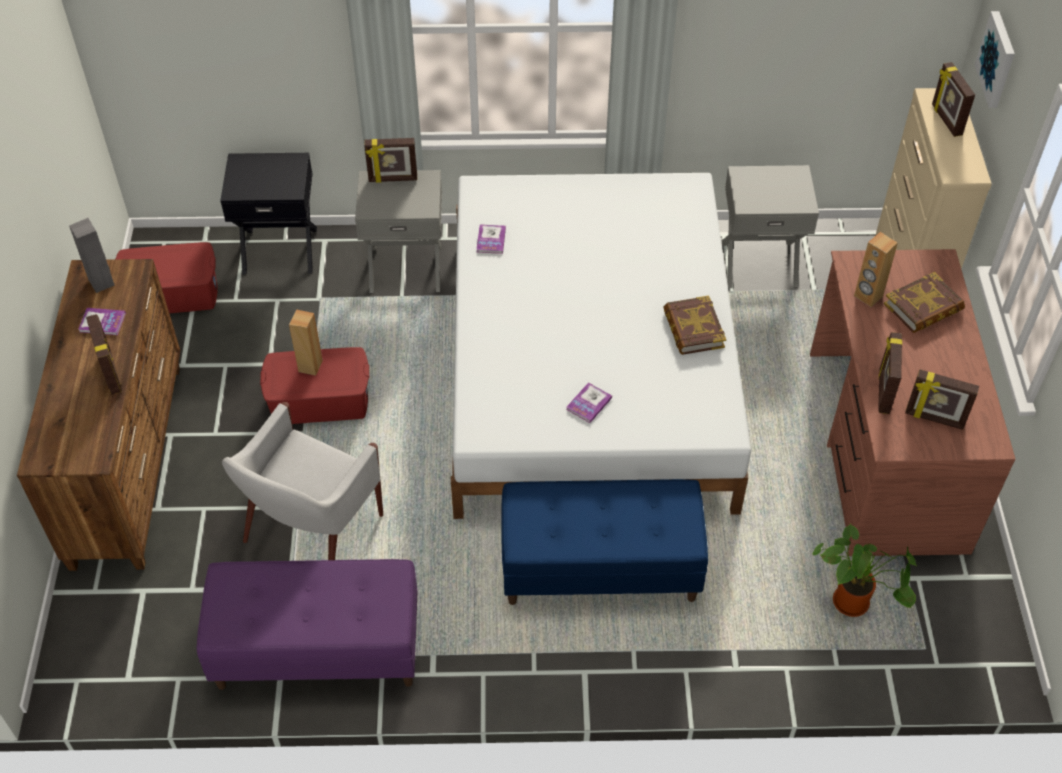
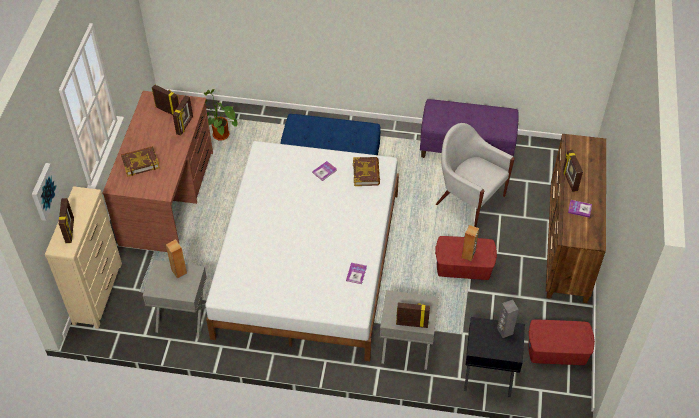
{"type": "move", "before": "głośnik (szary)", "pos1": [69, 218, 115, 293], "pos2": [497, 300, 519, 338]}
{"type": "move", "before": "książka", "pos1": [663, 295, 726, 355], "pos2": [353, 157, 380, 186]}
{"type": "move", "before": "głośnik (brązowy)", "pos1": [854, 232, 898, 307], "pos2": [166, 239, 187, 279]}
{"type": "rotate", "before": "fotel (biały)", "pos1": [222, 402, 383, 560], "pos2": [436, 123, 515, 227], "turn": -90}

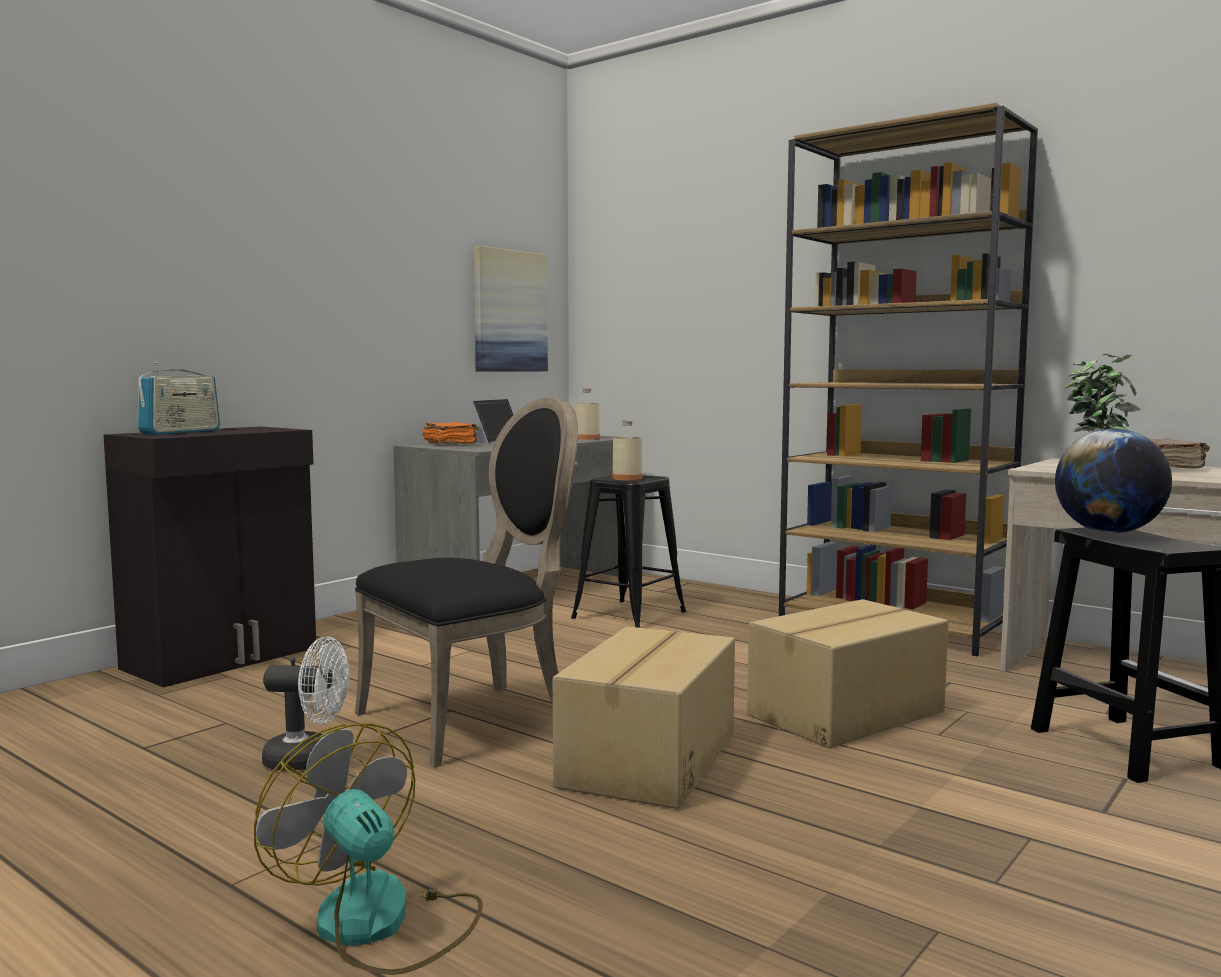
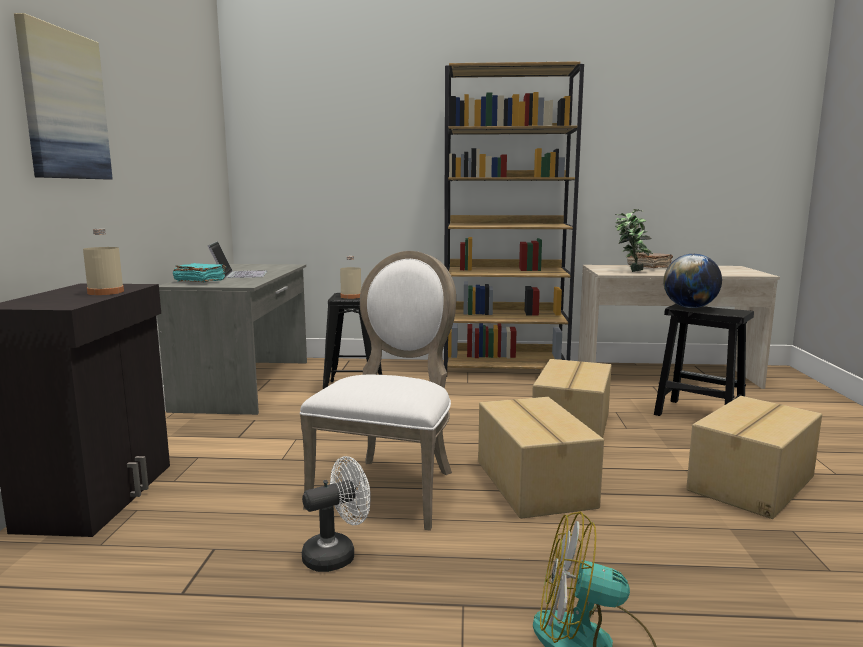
{"type": "delete", "before": "radio", "pos1": [138, 362, 220, 434]}
{"type": "insert", "after": "karton", "pos2": [686, 396, 822, 519]}
{"type": "move", "before": "obraz", "pos1": [474, 246, 548, 372], "pos2": [14, 13, 113, 179]}
{"type": "move", "before": "butelka (beżowy)", "pos1": [574, 388, 600, 440], "pos2": [83, 229, 124, 295]}
{"type": "recolor", "before": "krzesło (czarny)", "after": "krzesło (biały)", "pos1": [355, 397, 578, 768], "pos2": [300, 251, 456, 531]}
{"type": "recolor", "before": "książka (pomarańczowy)", "after": "książka (turkusowy)", "pos1": [423, 422, 479, 444], "pos2": [173, 263, 226, 282]}

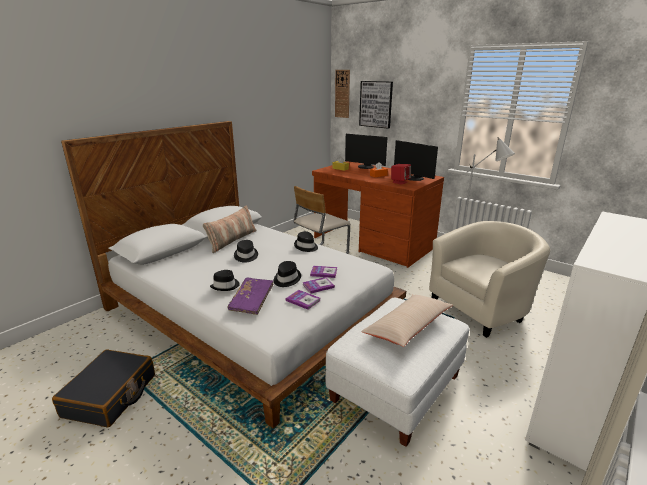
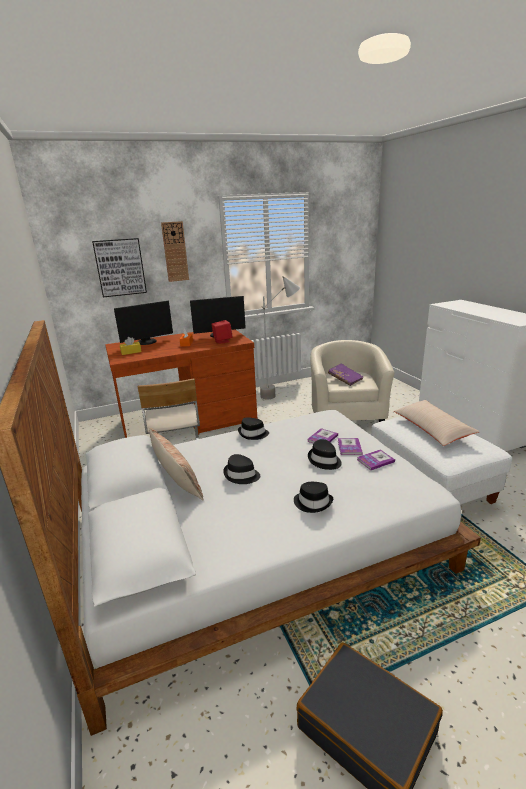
{"type": "move", "before": "książka (fioletowy)", "pos1": [228, 278, 274, 315], "pos2": [328, 363, 364, 386]}
{"type": "move", "before": "zegar ścienny", "pos1": [335, 70, 350, 118], "pos2": [161, 221, 189, 282]}

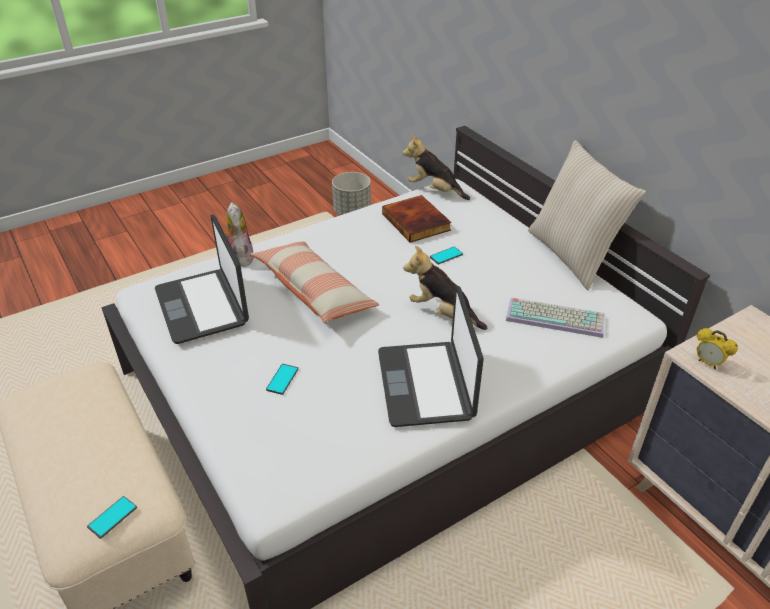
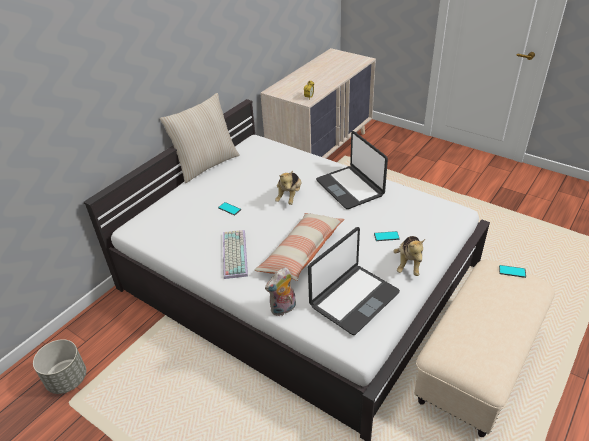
{"type": "delete", "before": "książka", "pos1": [382, 195, 451, 243]}
{"type": "move", "before": "pluszak", "pos1": [403, 134, 470, 200], "pos2": [393, 236, 425, 276]}
{"type": "move", "before": "klawiatura", "pos1": [506, 298, 605, 338], "pos2": [223, 230, 248, 279]}
{"type": "rotate", "before": "laptop", "pos1": [378, 285, 484, 427], "pos2": [316, 131, 388, 209], "turn": 90}

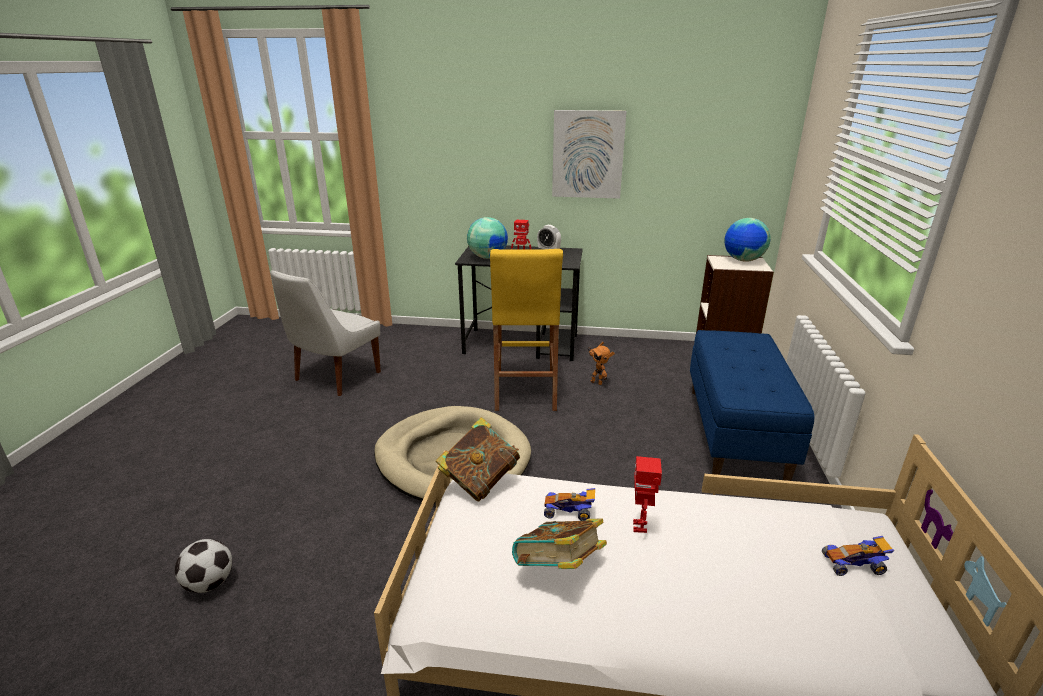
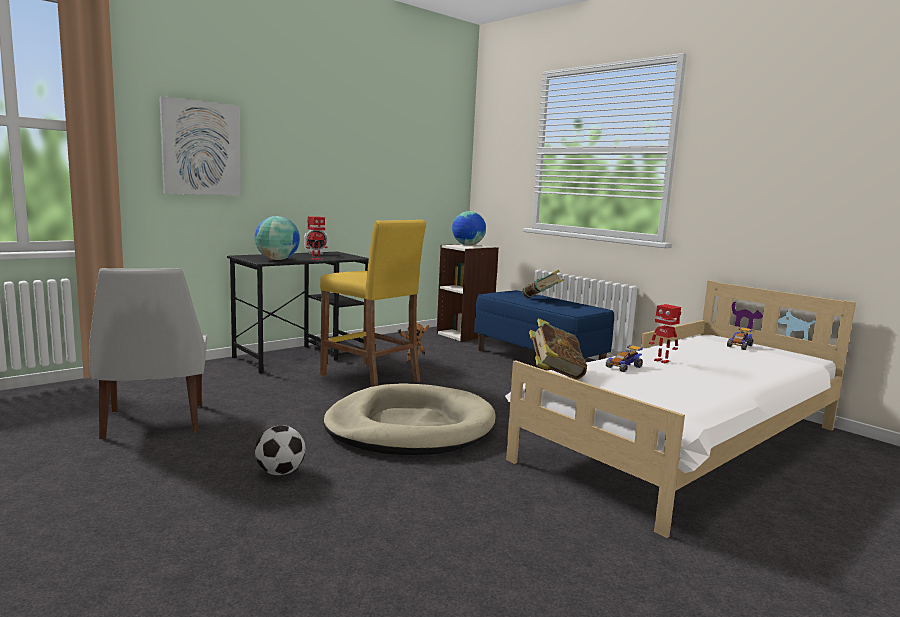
{"type": "move", "before": "piłka futbolowa", "pos1": [175, 539, 232, 593], "pos2": [255, 425, 306, 475]}
{"type": "move", "before": "książka", "pos1": [512, 518, 607, 569], "pos2": [522, 270, 564, 298]}
{"type": "move", "before": "obraz", "pos1": [552, 110, 627, 199], "pos2": [159, 96, 241, 196]}

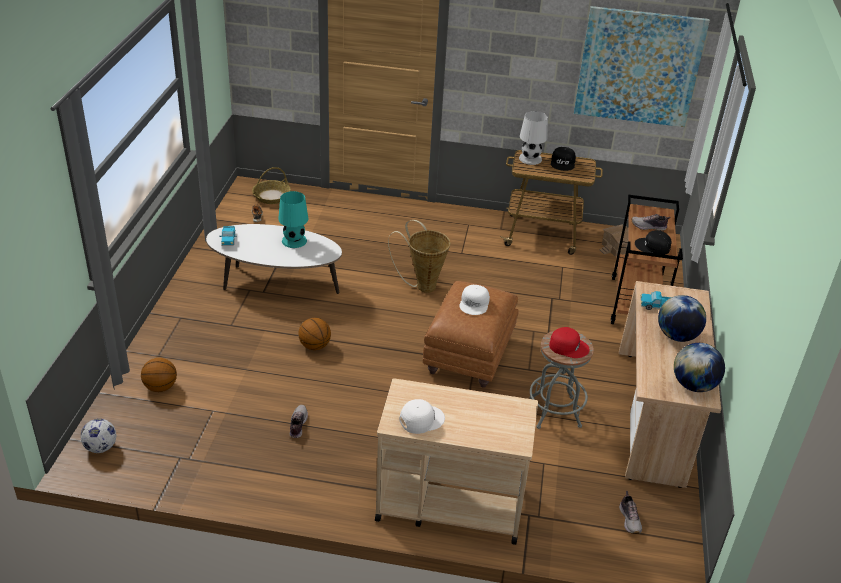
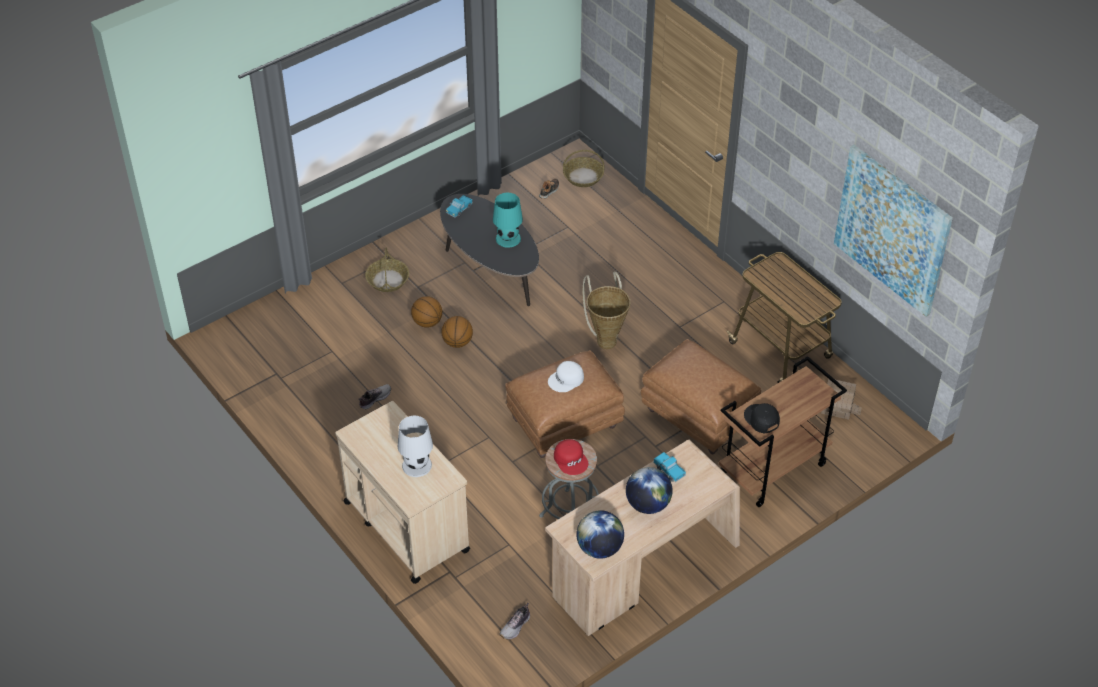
{"type": "delete", "before": "piłka futbolowa", "pos1": [81, 419, 116, 453]}
{"type": "delete", "before": "czapka z daszkiem (biały)", "pos1": [400, 399, 445, 434]}
{"type": "delete", "before": "czapka z daszkiem (czarny)", "pos1": [551, 147, 576, 171]}
{"type": "delete", "before": "but", "pos1": [632, 214, 671, 231]}
{"type": "insert", "after": "koszyk", "pos2": [365, 248, 409, 292]}
{"type": "insert", "after": "pufa (brązowy)", "pos2": [641, 339, 761, 454]}
{"type": "move", "before": "piłka do koszykówki", "pos1": [141, 358, 177, 392], "pos2": [411, 296, 442, 328]}
{"type": "move", "before": "lampa stołowa (biały)", "pos1": [519, 111, 548, 165], "pos2": [398, 416, 433, 477]}
{"type": "recolor", "before": "ława (biały)", "after": "ława (czarny)", "pos1": [206, 224, 342, 294], "pos2": [440, 194, 539, 306]}

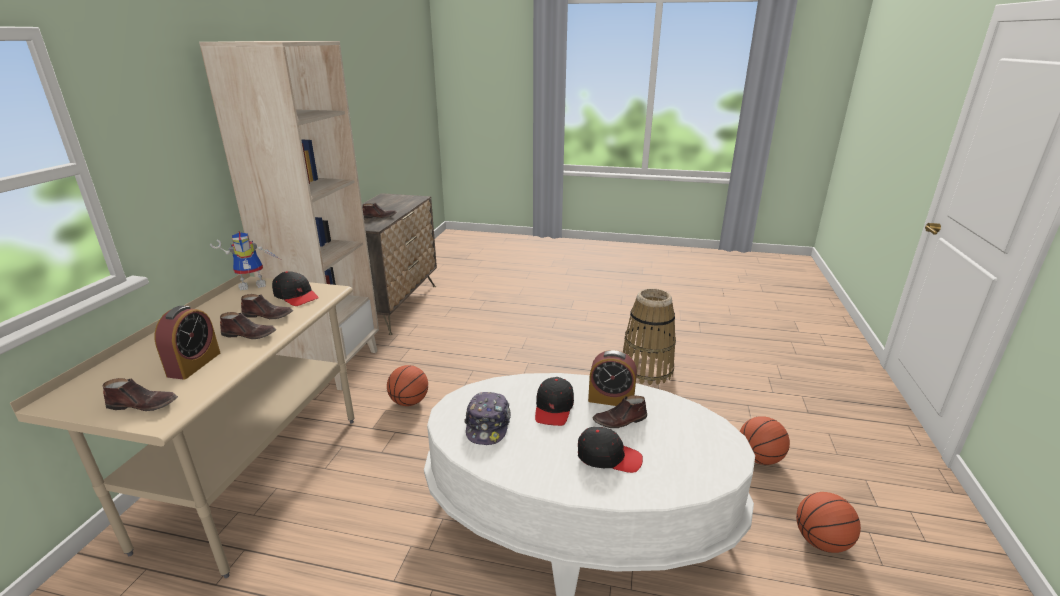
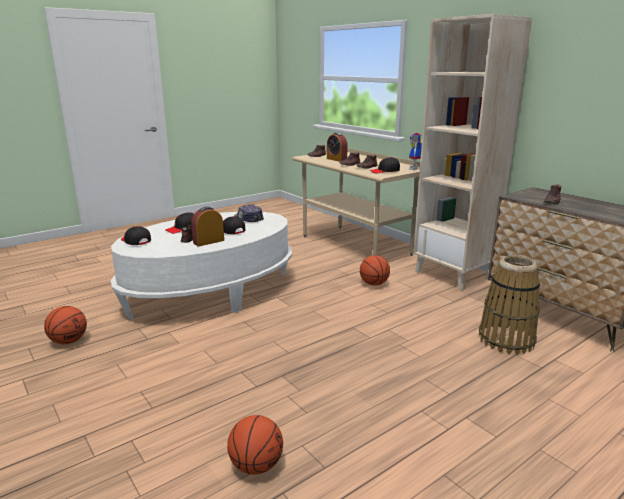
{"type": "insert", "after": "czapka z daszkiem (czarny)", "pos2": [121, 226, 151, 245]}
{"type": "move", "before": "koszyk", "pos1": [623, 288, 676, 385], "pos2": [479, 255, 540, 355]}
{"type": "move", "before": "piłka do koszykówki", "pos1": [740, 416, 790, 465], "pos2": [227, 415, 283, 475]}

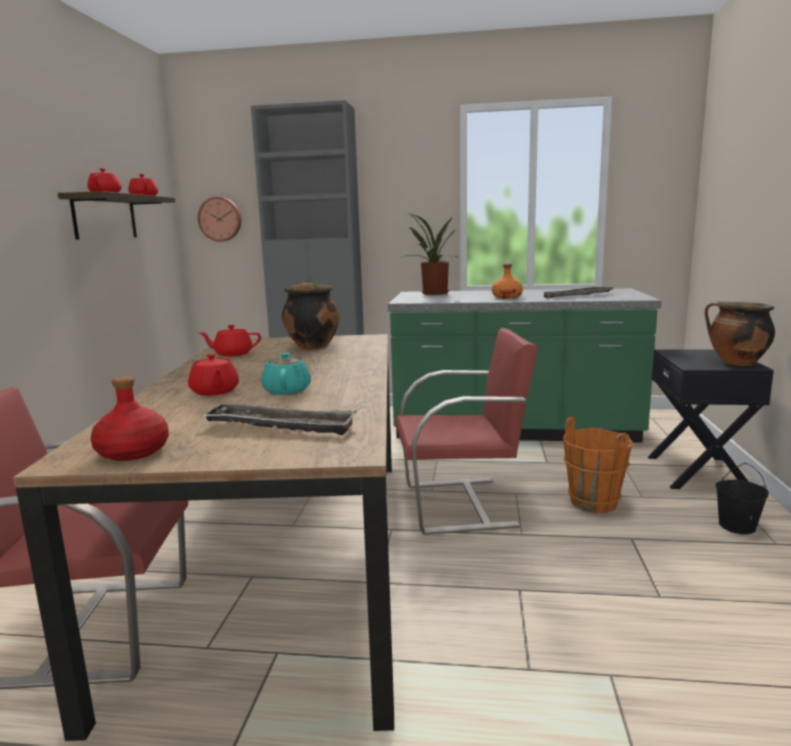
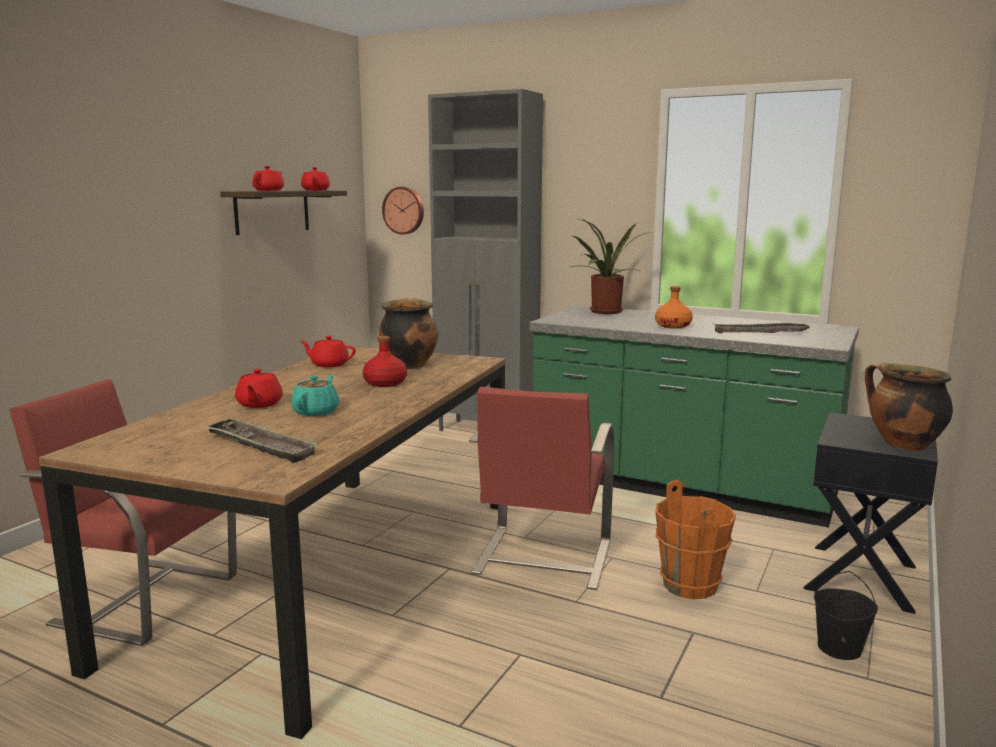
{"type": "move", "before": "butelka (czerwony)", "pos1": [90, 376, 169, 461], "pos2": [362, 336, 407, 387]}
{"type": "rotate", "before": "krzesło (czerwony)", "pos1": [395, 328, 538, 534], "pos2": [469, 387, 614, 590], "turn": 90}

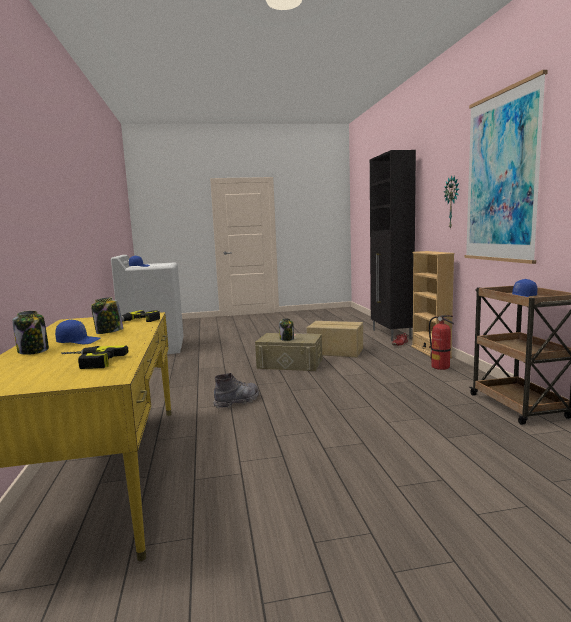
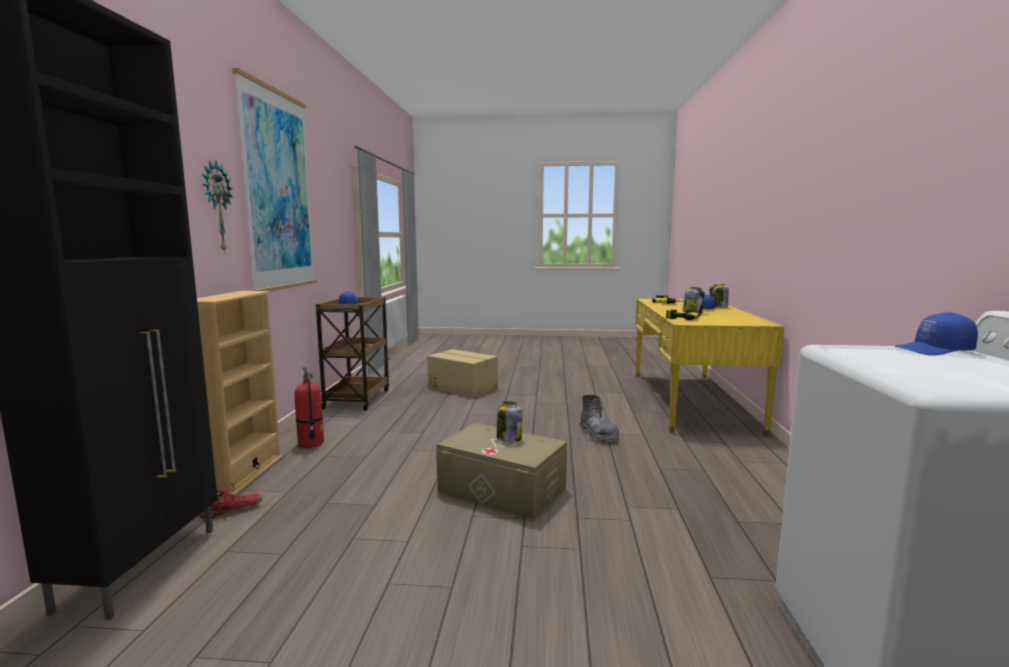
{"type": "move", "before": "karton", "pos1": [307, 321, 363, 357], "pos2": [427, 349, 498, 398]}
{"type": "rotate", "before": "but z cholewką (szary)", "pos1": [213, 373, 259, 409], "pos2": [580, 395, 619, 442], "turn": -90}

